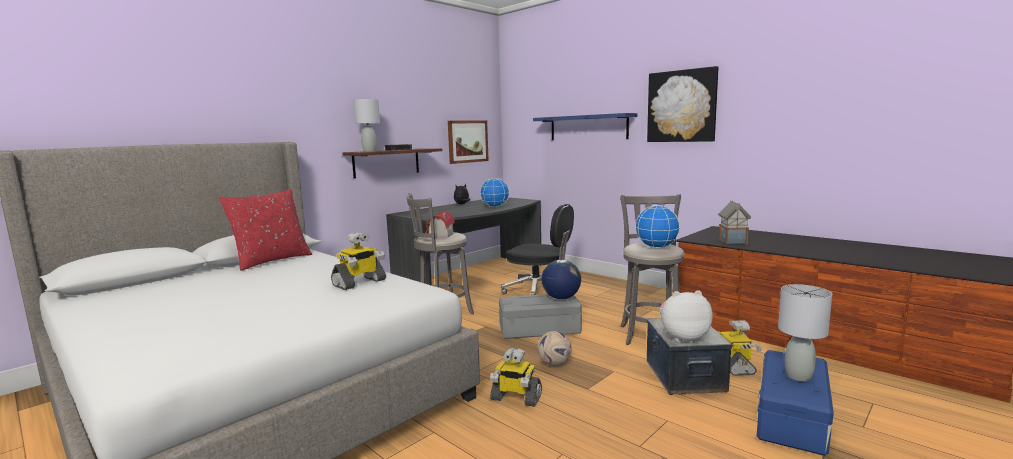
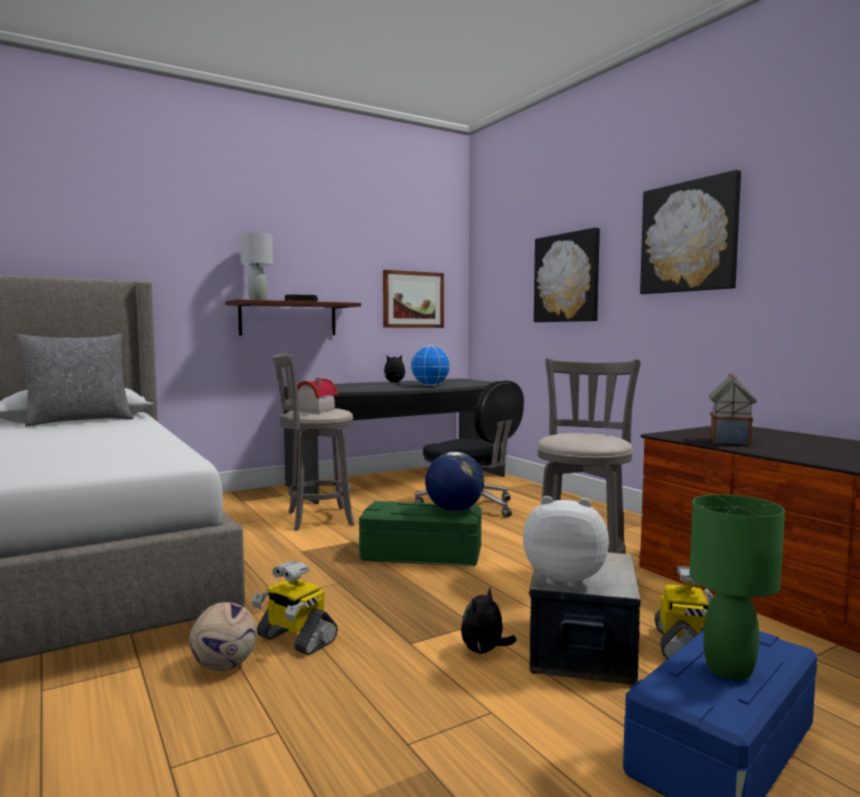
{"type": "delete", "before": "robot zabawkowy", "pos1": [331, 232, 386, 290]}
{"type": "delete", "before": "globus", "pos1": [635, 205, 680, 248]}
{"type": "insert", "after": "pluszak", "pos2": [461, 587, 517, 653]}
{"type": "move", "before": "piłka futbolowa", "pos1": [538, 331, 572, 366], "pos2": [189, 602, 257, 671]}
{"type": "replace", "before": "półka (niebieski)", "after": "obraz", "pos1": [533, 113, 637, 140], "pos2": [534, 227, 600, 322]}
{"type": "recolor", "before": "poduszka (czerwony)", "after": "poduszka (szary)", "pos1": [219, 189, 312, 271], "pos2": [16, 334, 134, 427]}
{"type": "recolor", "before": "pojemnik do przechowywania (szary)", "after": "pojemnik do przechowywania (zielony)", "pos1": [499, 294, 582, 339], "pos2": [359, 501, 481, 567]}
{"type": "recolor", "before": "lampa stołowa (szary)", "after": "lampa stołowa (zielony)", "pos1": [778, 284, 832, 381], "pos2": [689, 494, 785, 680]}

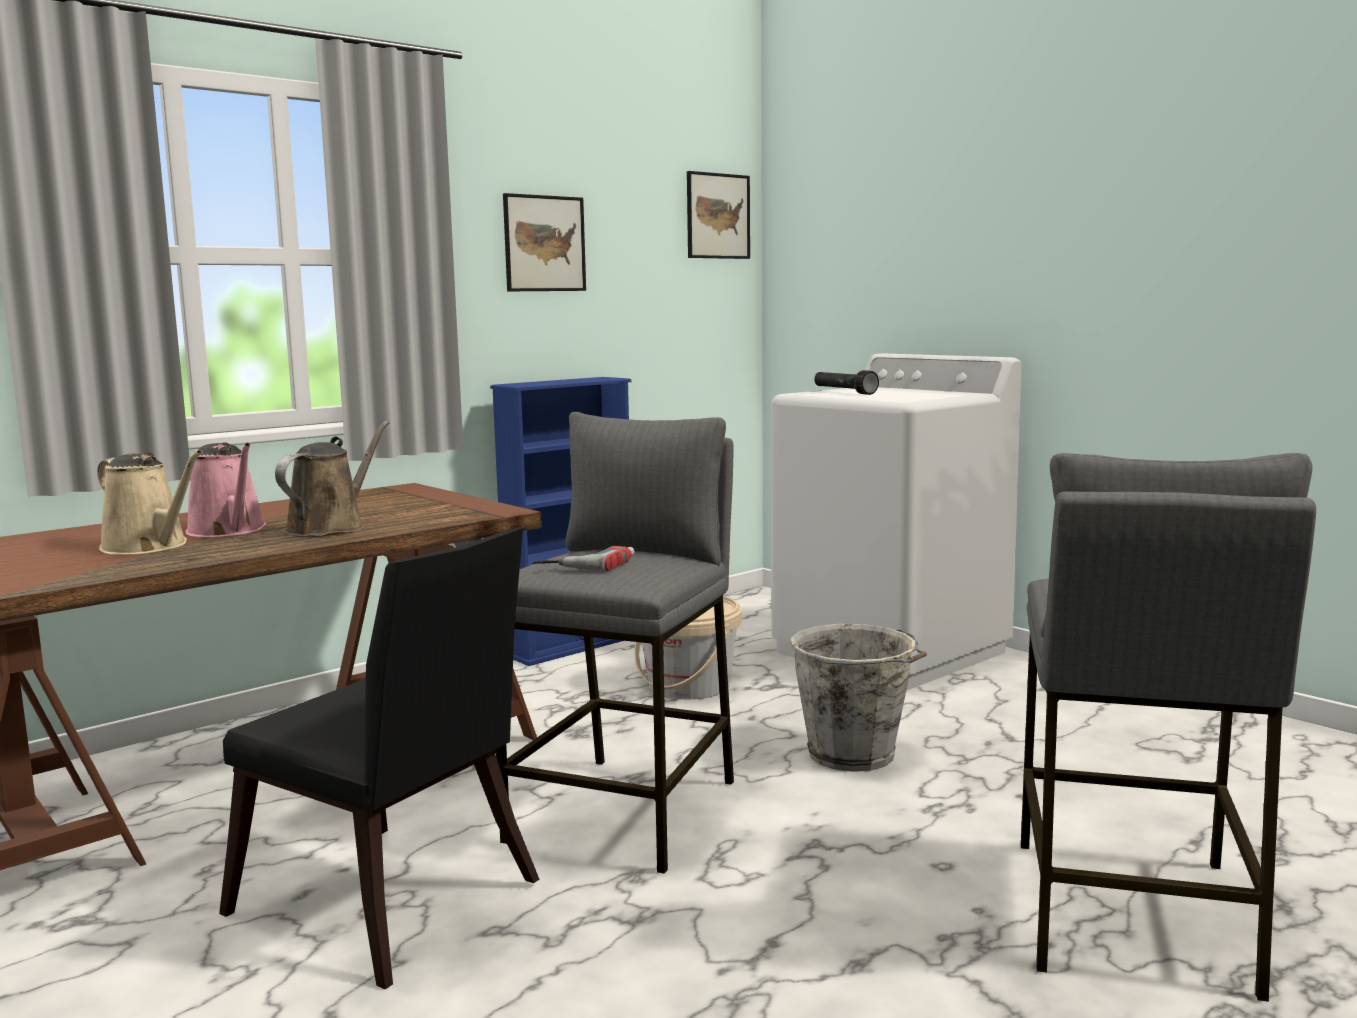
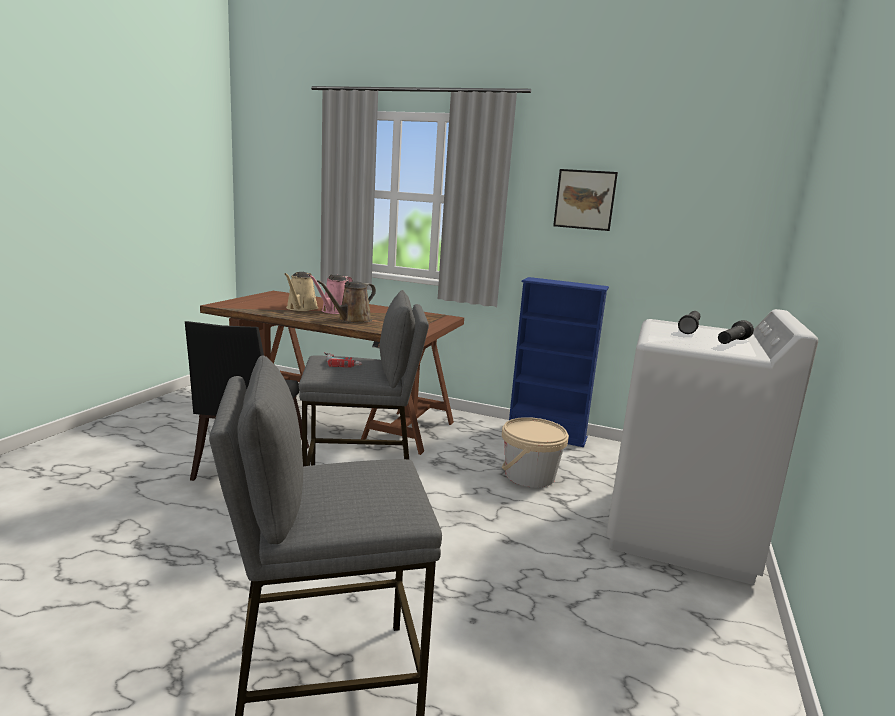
{"type": "delete", "before": "obraz", "pos1": [687, 171, 750, 259]}
{"type": "delete", "before": "wiadro (szary)", "pos1": [790, 624, 927, 772]}
{"type": "insert", "after": "latarka (czarny)", "pos2": [718, 320, 754, 344]}
{"type": "rotate", "before": "konewka (brązowy)", "pos1": [275, 421, 389, 537], "pos2": [317, 280, 376, 323], "turn": 135}

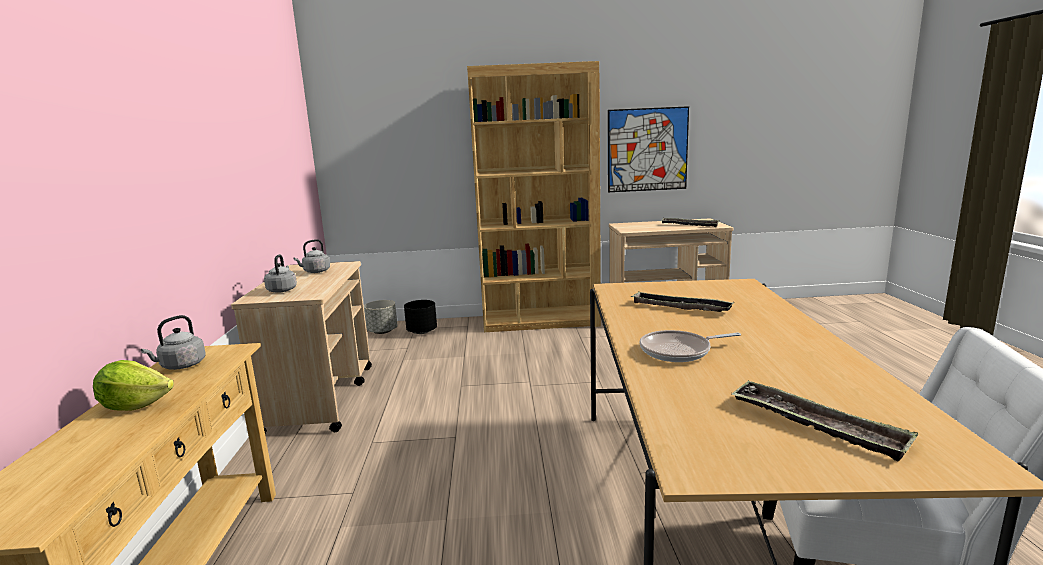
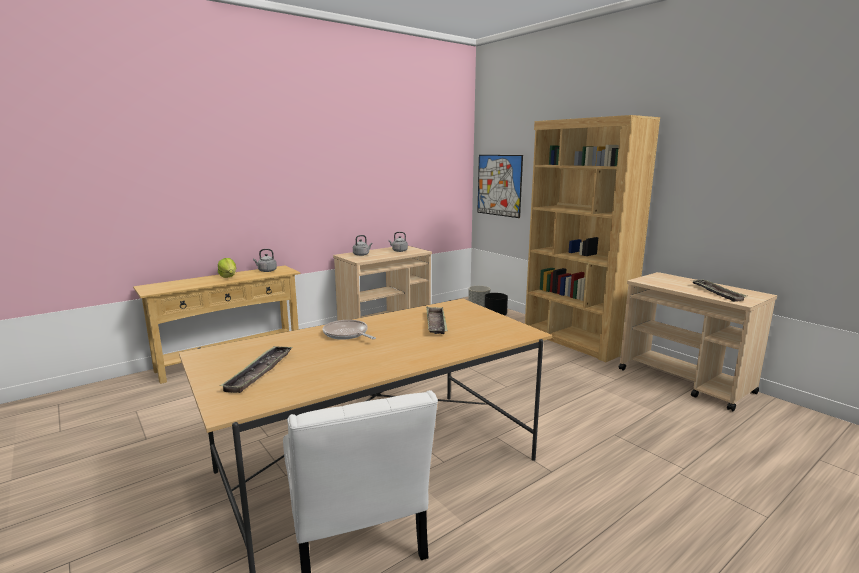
{"type": "move", "before": "obraz", "pos1": [608, 106, 689, 192], "pos2": [477, 155, 523, 218]}

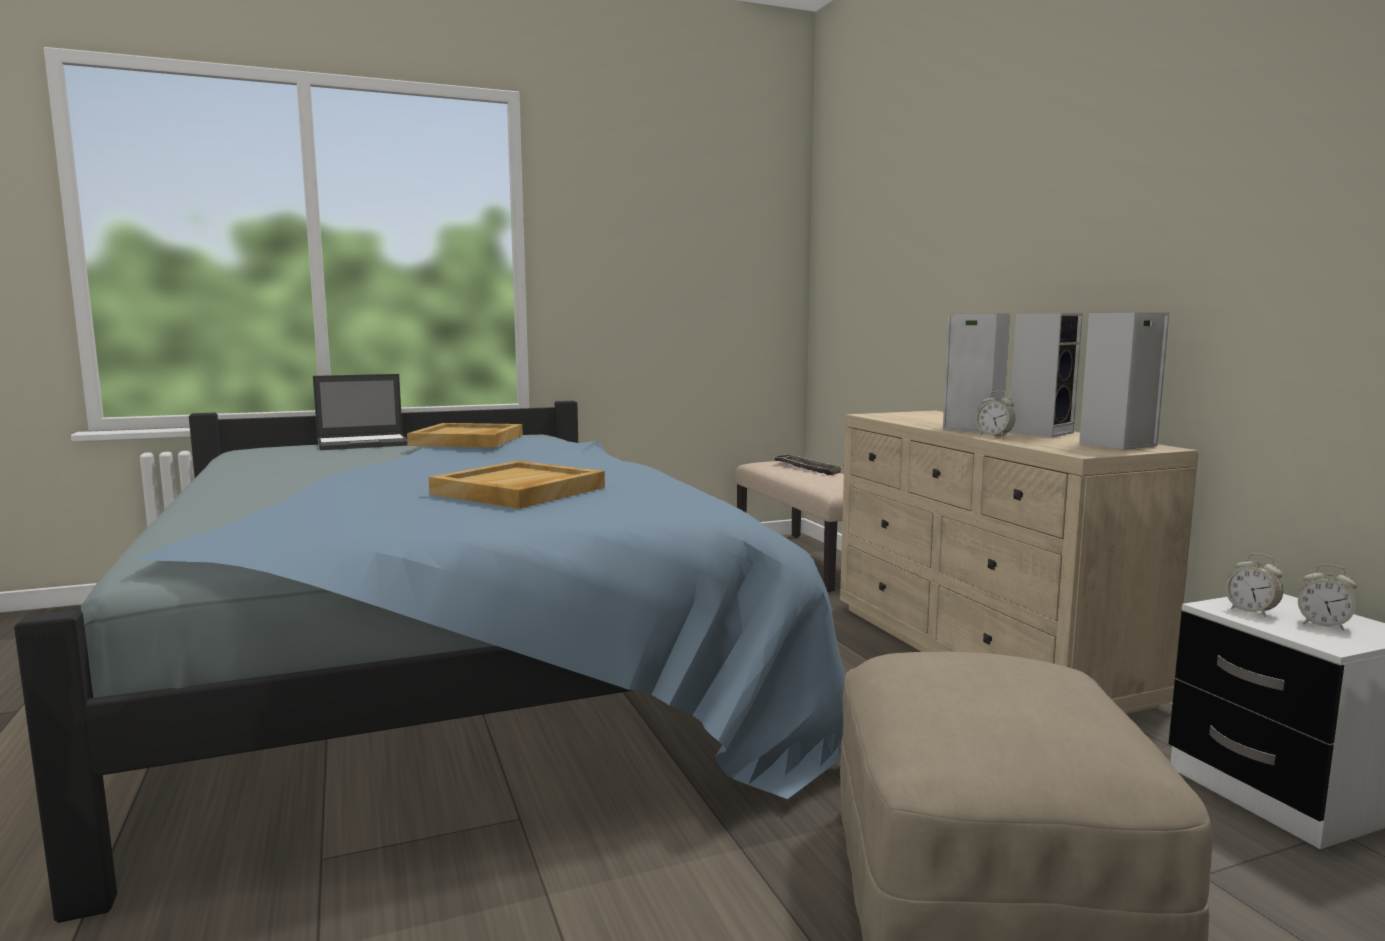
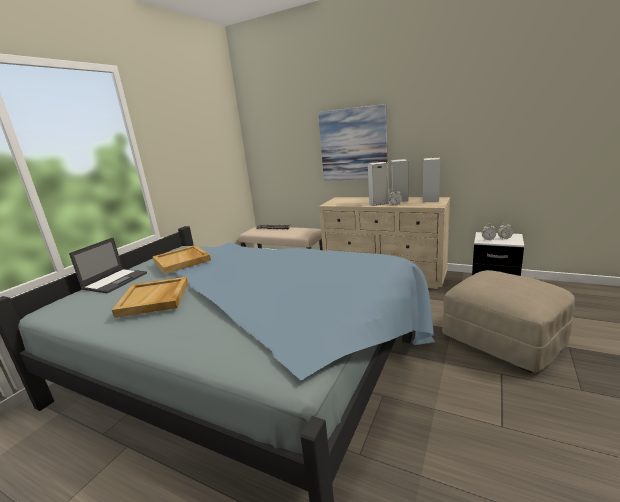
{"type": "insert", "after": "obraz", "pos2": [318, 104, 387, 181]}
{"type": "move", "before": "taca (beżowy)", "pos1": [428, 461, 605, 509], "pos2": [112, 277, 188, 318]}

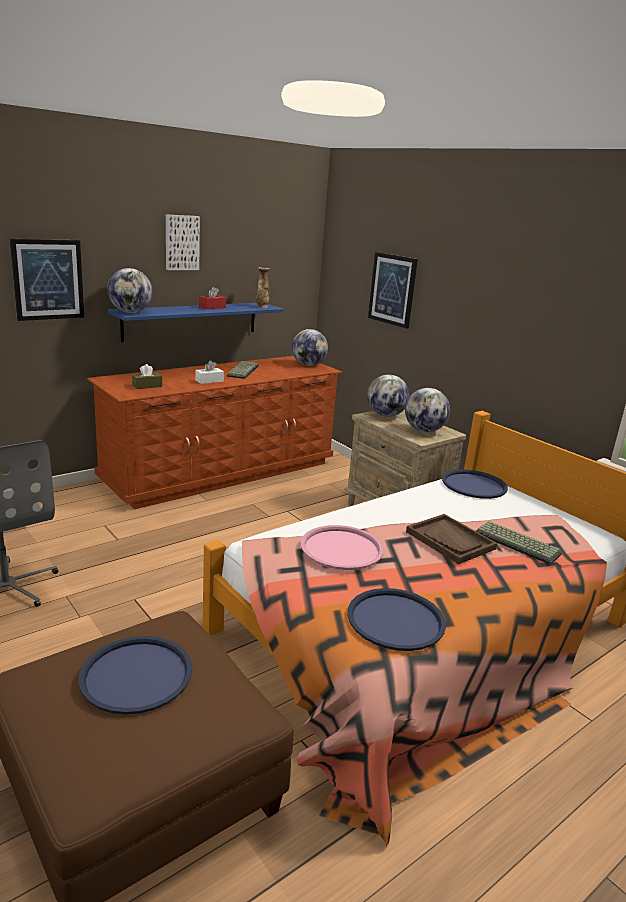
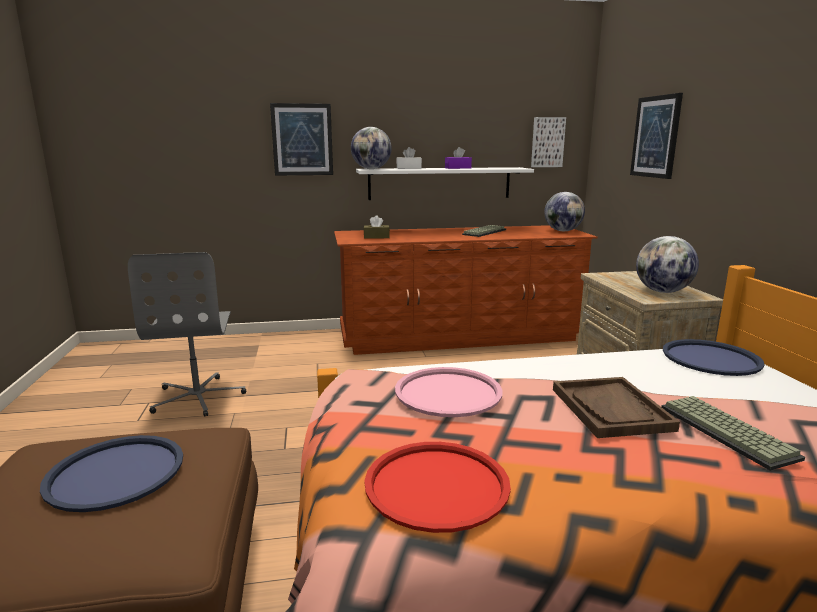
{"type": "delete", "before": "wazon", "pos1": [256, 267, 270, 308]}
{"type": "delete", "before": "globus", "pos1": [367, 375, 409, 417]}
{"type": "move", "before": "obraz", "pos1": [166, 215, 200, 270], "pos2": [531, 117, 566, 167]}
{"type": "move", "before": "pudełko chusteczek (biały)", "pos1": [195, 360, 224, 384], "pos2": [396, 147, 422, 169]}
{"type": "recolor", "before": "półka (niebieski)", "after": "półka (biały)", "pos1": [108, 303, 284, 342], "pos2": [356, 167, 534, 200]}
{"type": "recolor", "before": "pudełko chusteczek (czerwony)", "after": "pudełko chusteczek (fioletowy)", "pos1": [199, 287, 226, 309], "pos2": [445, 147, 472, 169]}
{"type": "recolor", "before": "taca (niebieski)", "after": "taca (czerwony)", "pos1": [347, 588, 446, 651], "pos2": [364, 442, 511, 533]}

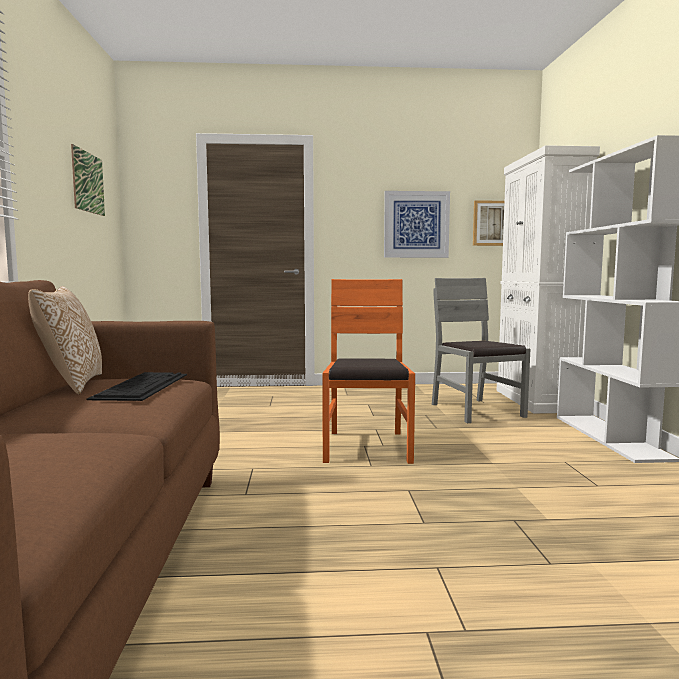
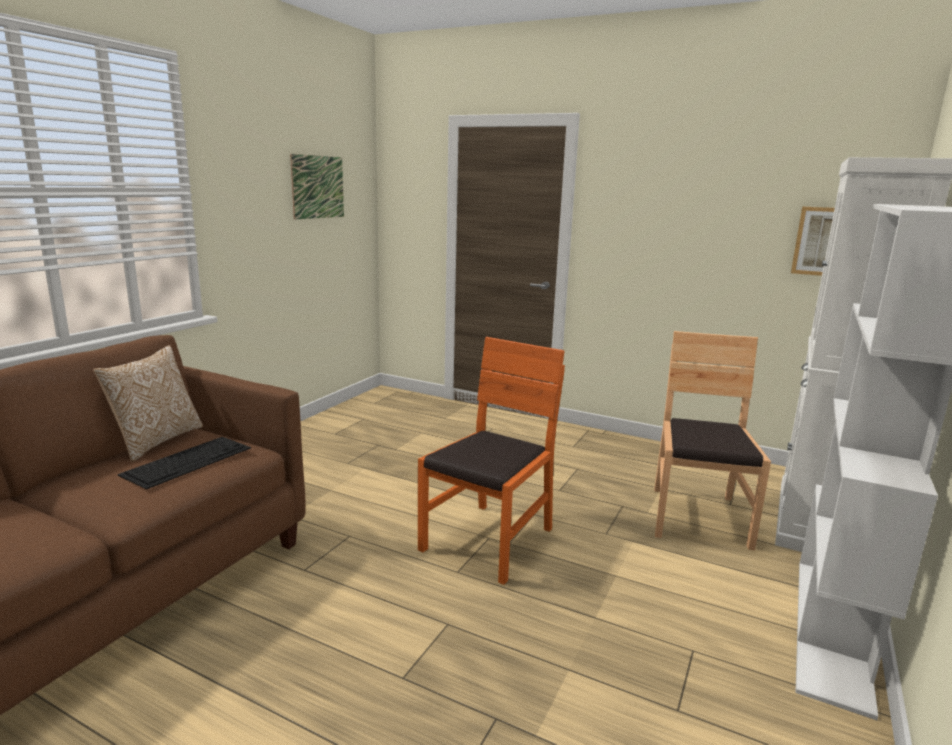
{"type": "delete", "before": "obraz", "pos1": [384, 191, 450, 258]}
{"type": "recolor", "before": "krzesło (szary)", "after": "krzesło (brązowy)", "pos1": [432, 278, 530, 423], "pos2": [654, 331, 771, 551]}

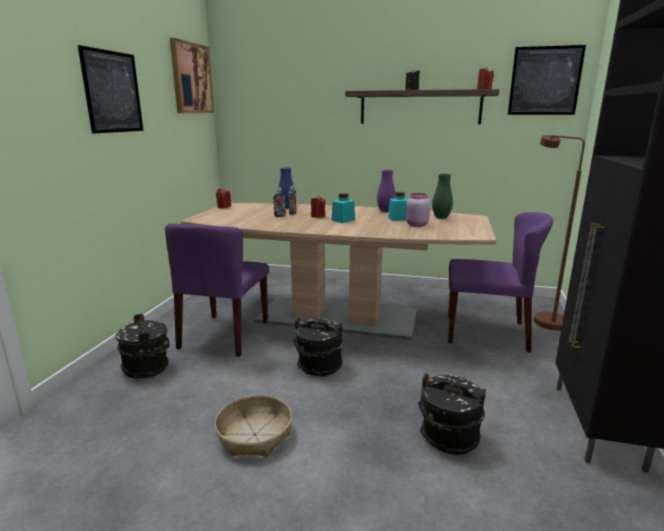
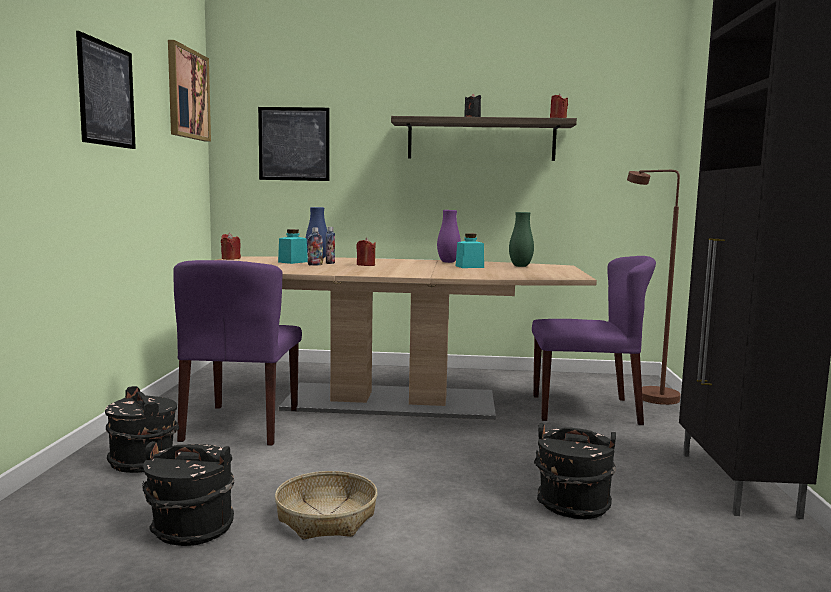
{"type": "delete", "before": "słoik (różowy)", "pos1": [406, 193, 430, 227]}
{"type": "move", "before": "wiadro (czarny)", "pos1": [293, 317, 343, 376], "pos2": [142, 441, 234, 546]}
{"type": "move", "before": "słoik (turkusowy)", "pos1": [331, 193, 355, 223], "pos2": [278, 229, 308, 264]}
{"type": "move", "before": "obraz", "pos1": [508, 45, 586, 115], "pos2": [258, 107, 329, 181]}

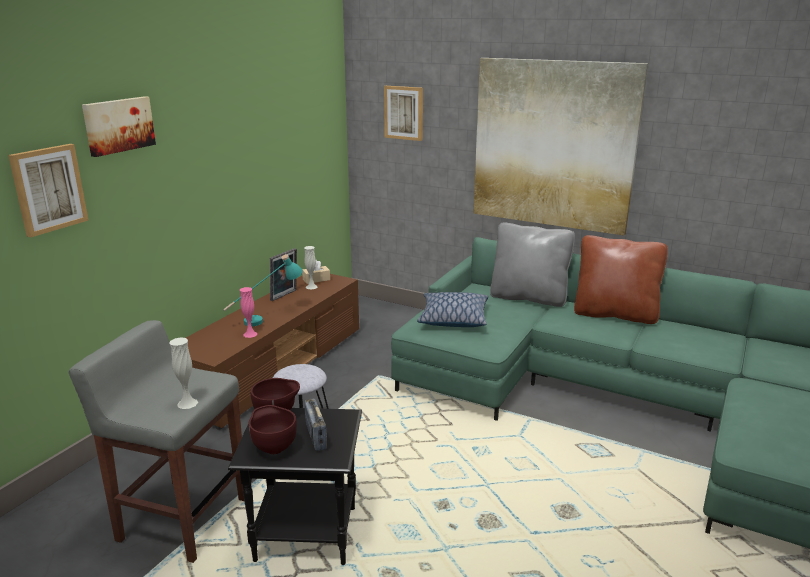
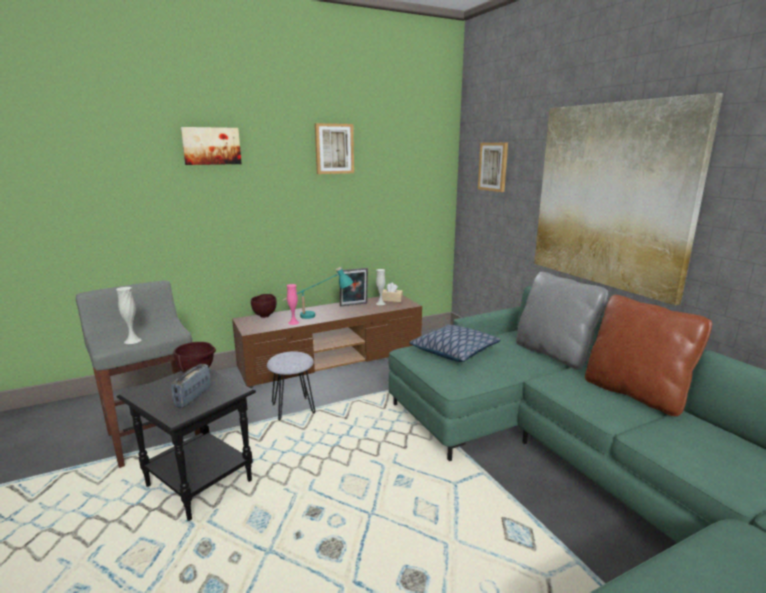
{"type": "move", "before": "obraz", "pos1": [8, 144, 88, 237], "pos2": [315, 123, 354, 174]}
{"type": "move", "before": "miska (brązowy)", "pos1": [248, 405, 297, 454], "pos2": [251, 294, 277, 318]}

